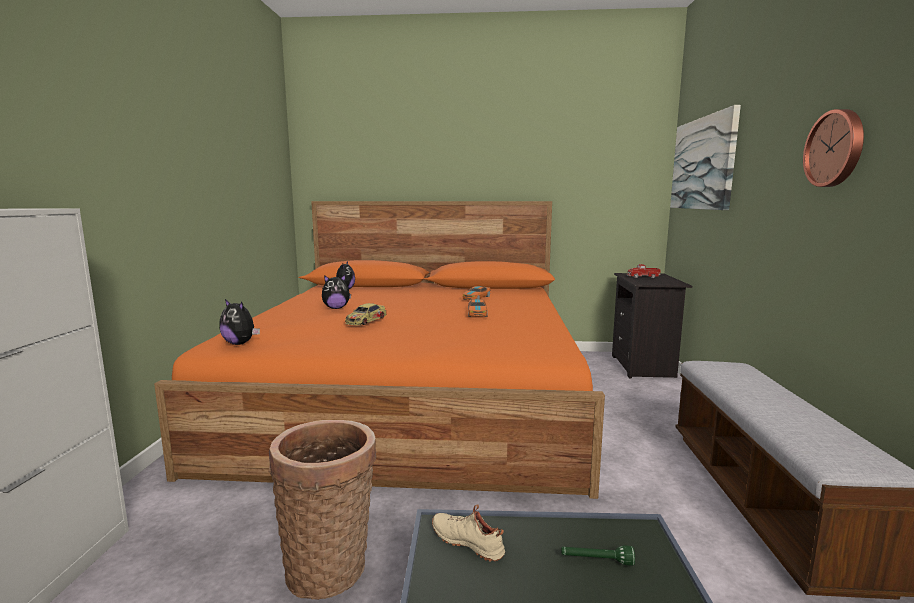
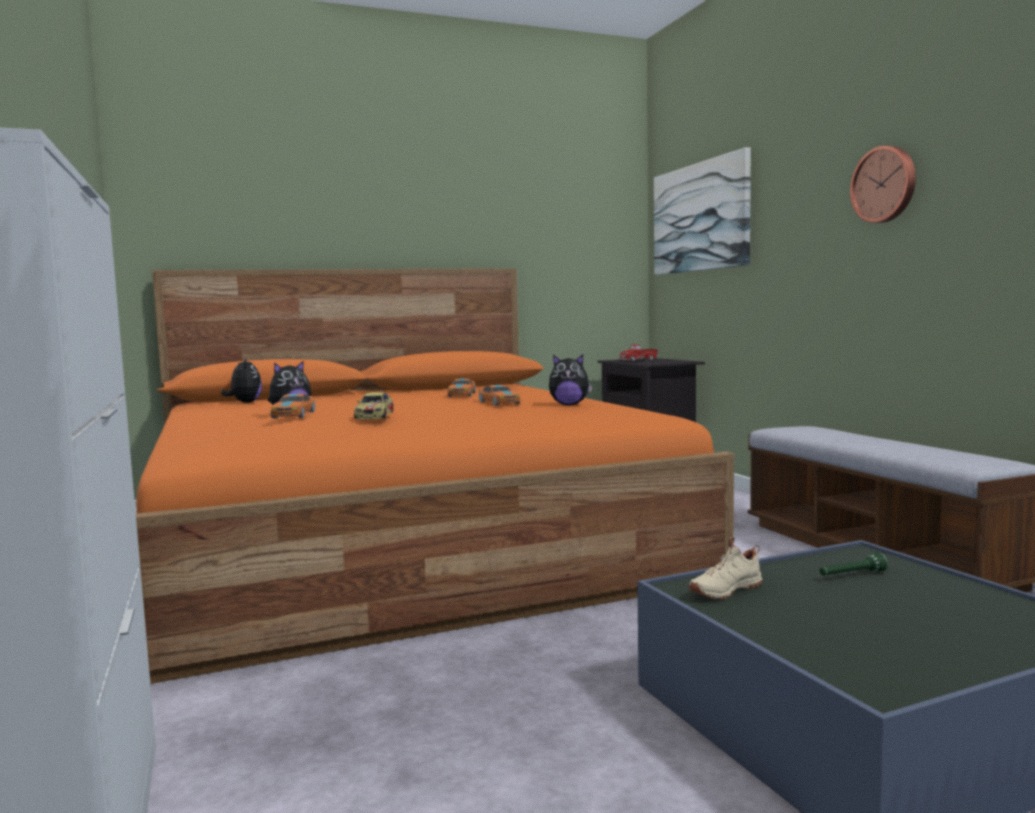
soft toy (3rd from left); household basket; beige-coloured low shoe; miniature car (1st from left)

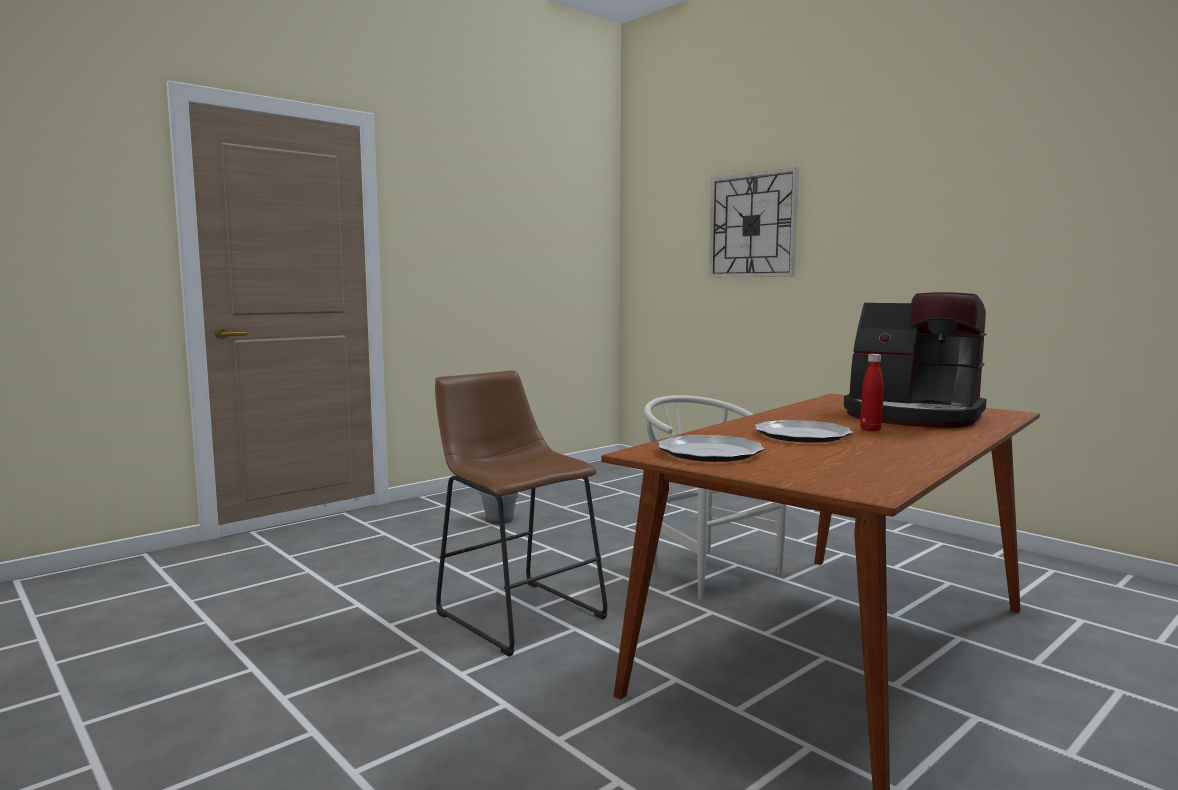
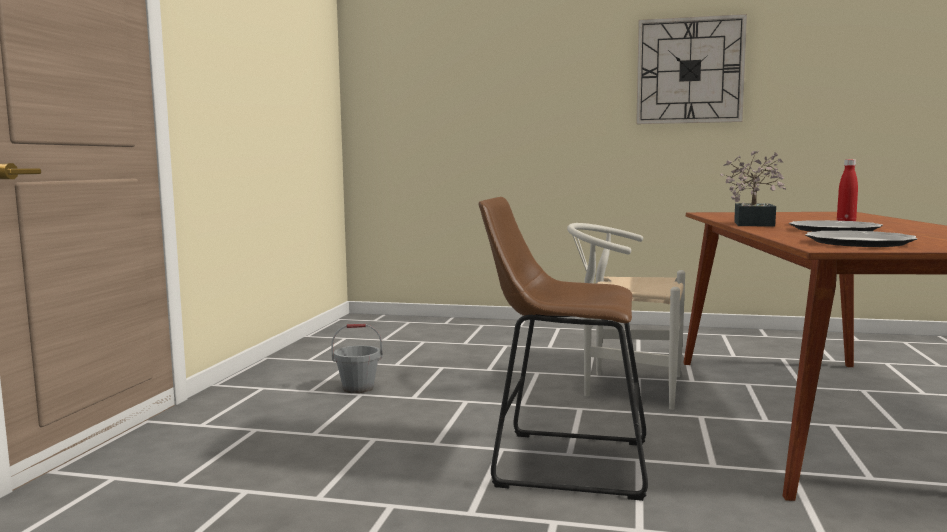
clock on the wall; coffee maker; plant in a pot

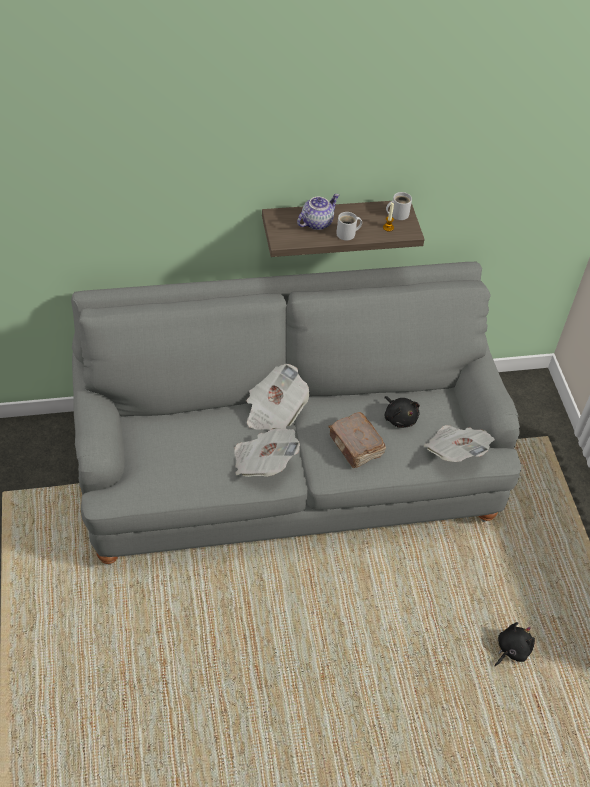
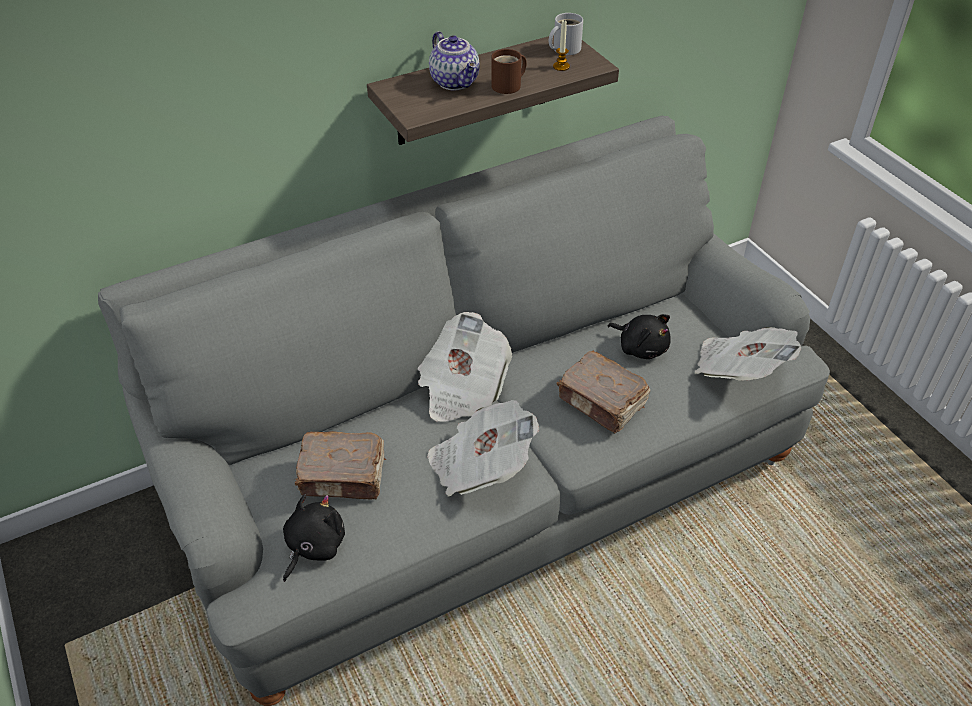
tea pot; brown-coloured coffee mug; blackish soft toy (1st from left); brown-coloured bound book (1st from left)

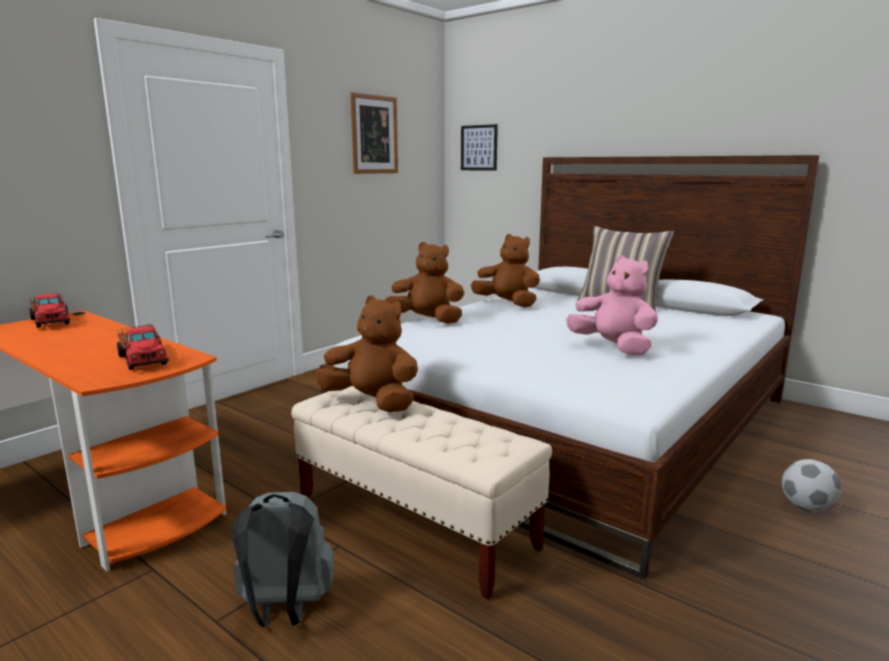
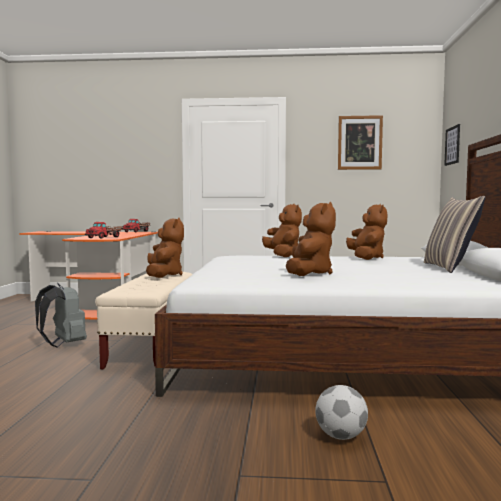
brown-coloured soft toy (3rd from left)

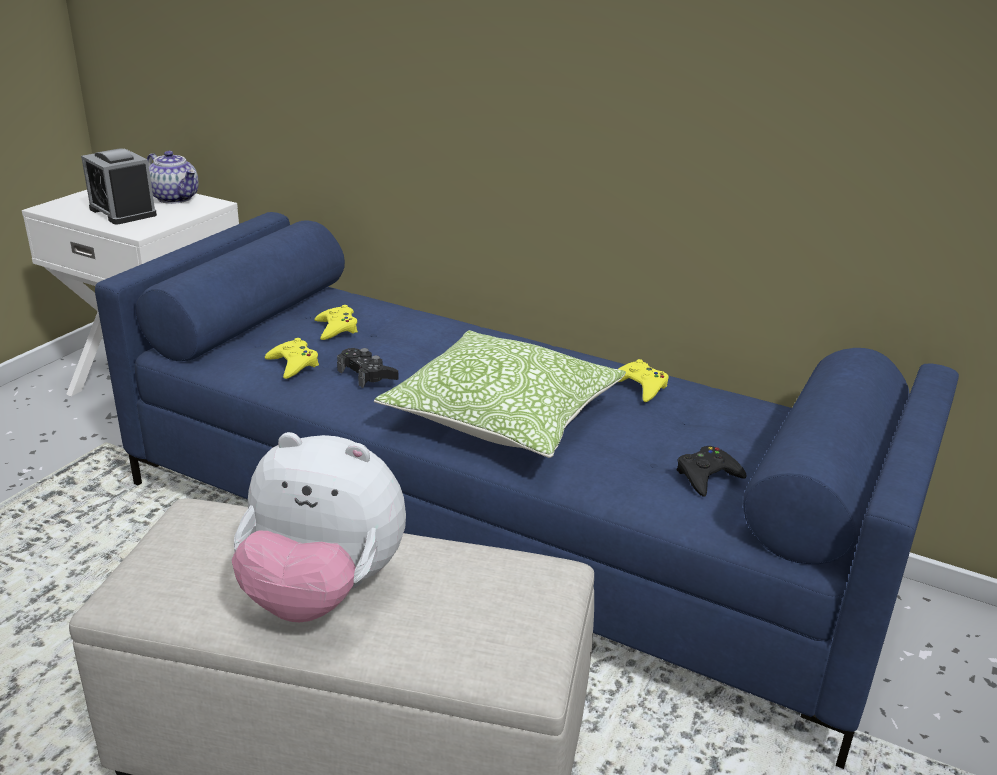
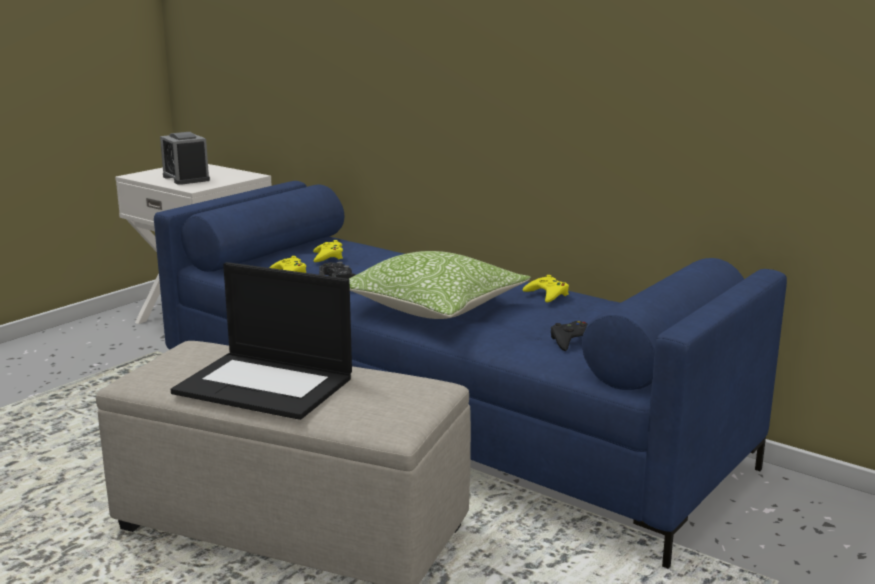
tea pot; portable computer

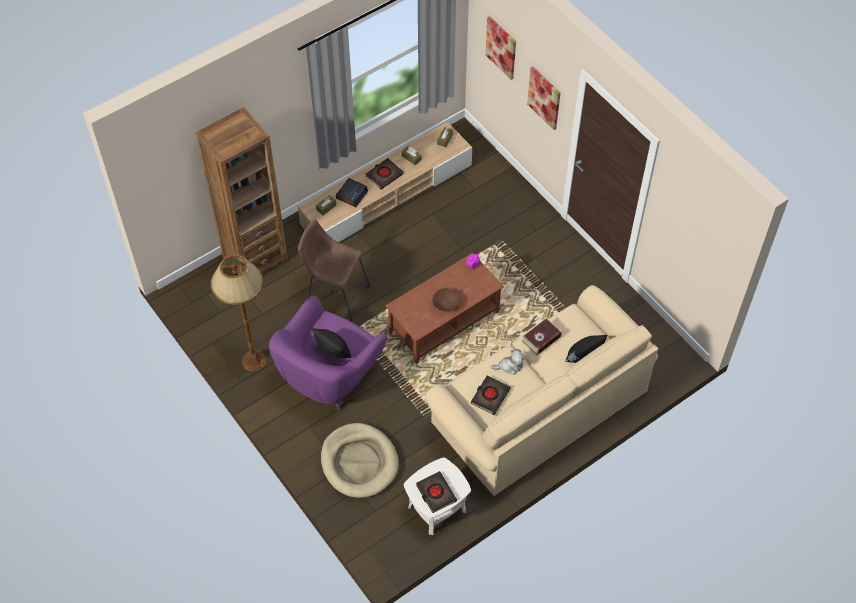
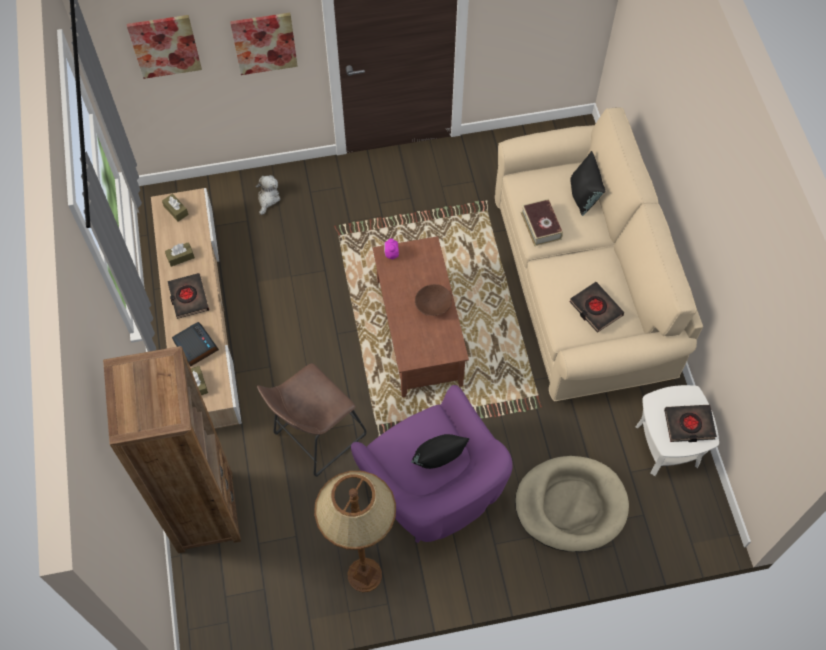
soft toy

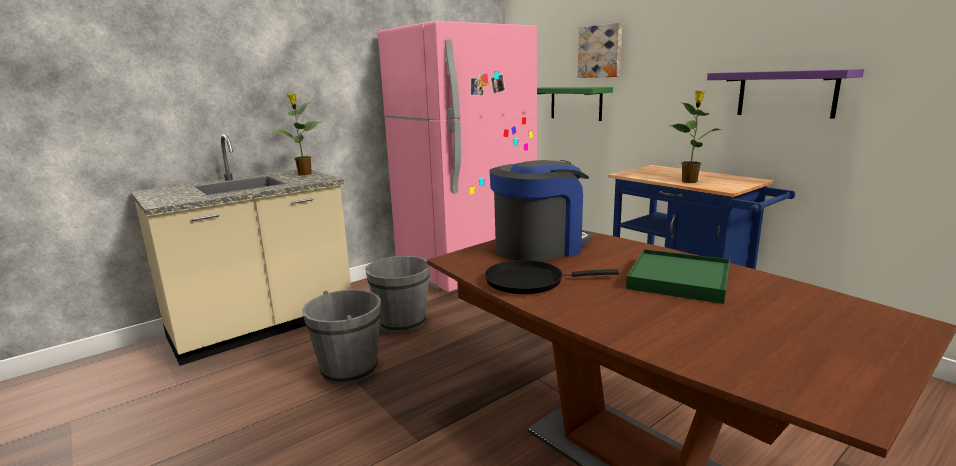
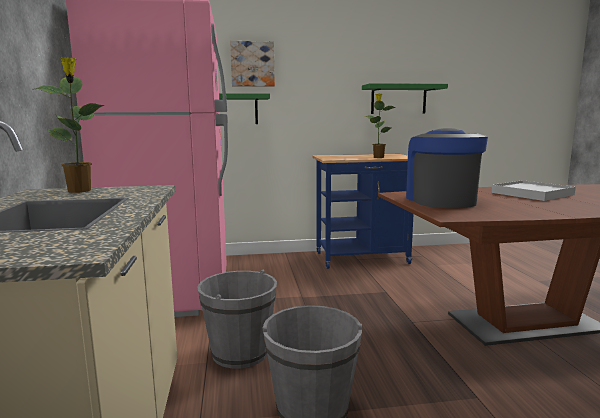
blackish pan; white tray; green shelf (2nd from left)

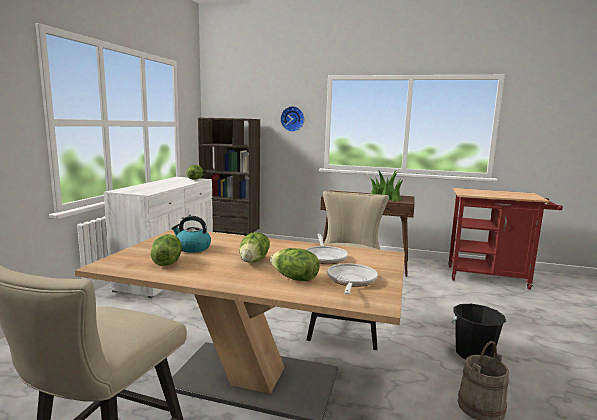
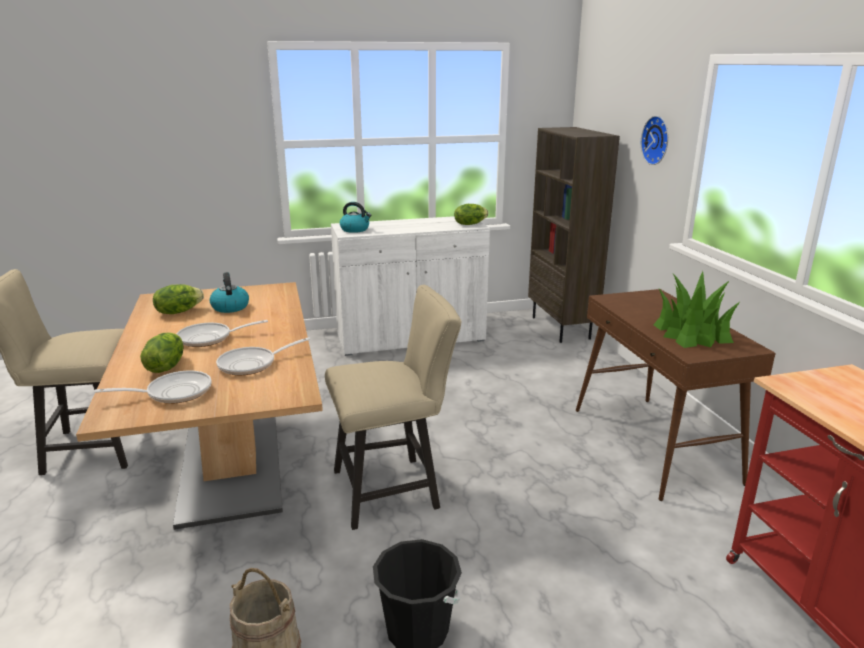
pan (2nd from left); water kettle (2nd from left)

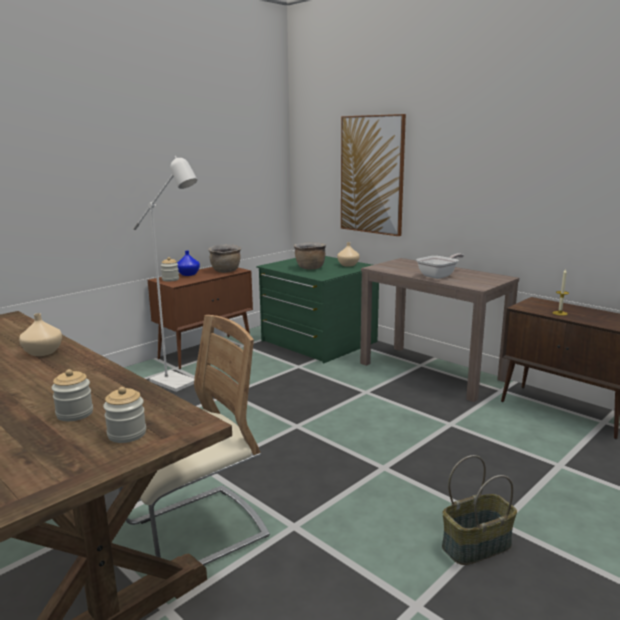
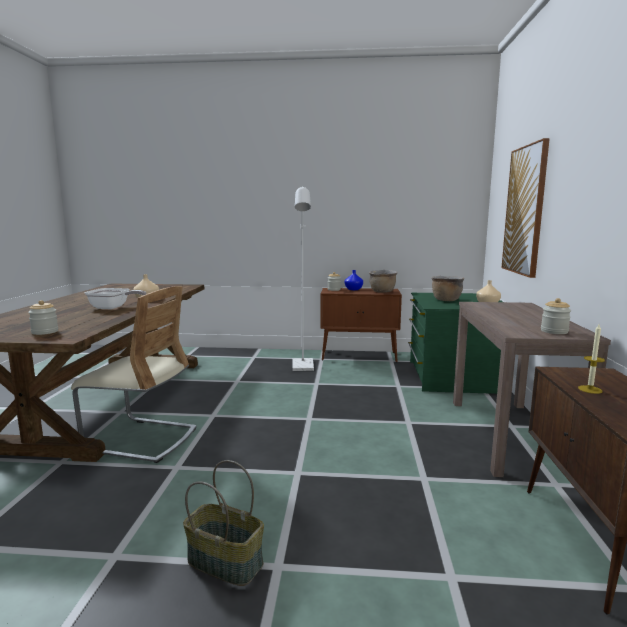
storage jar (3rd from left); pan

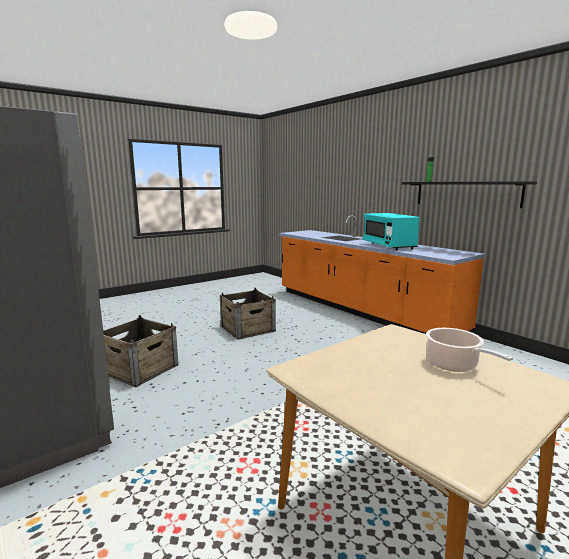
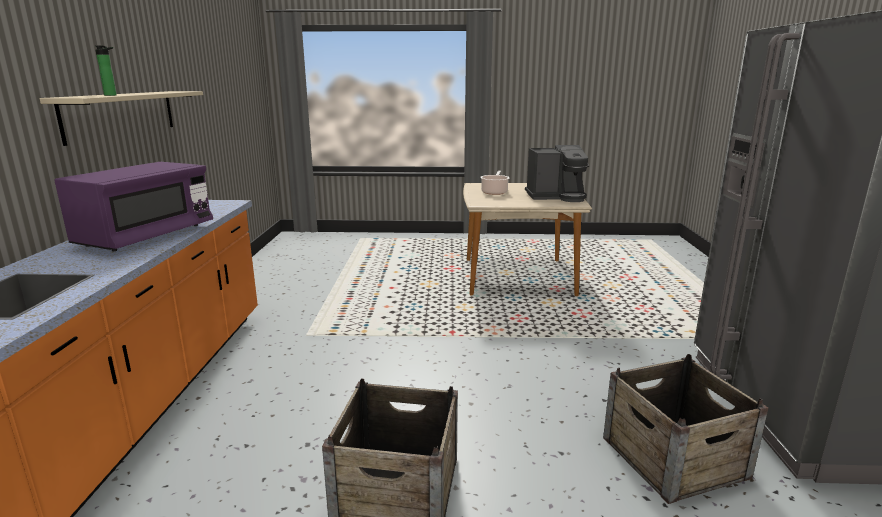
purple kitchen microwave; beige-coloured shelf; coffee maker

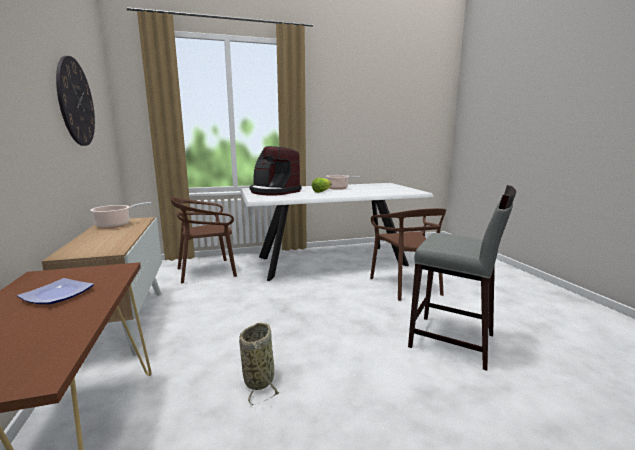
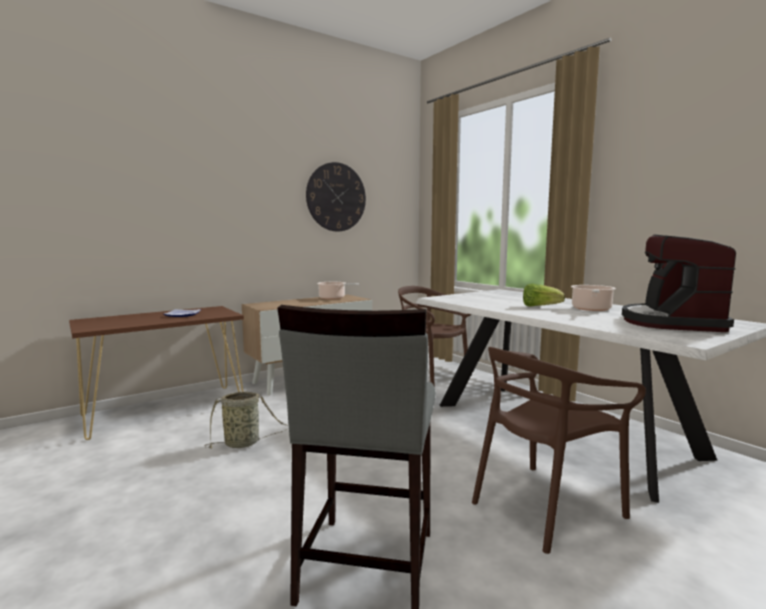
coffee maker

